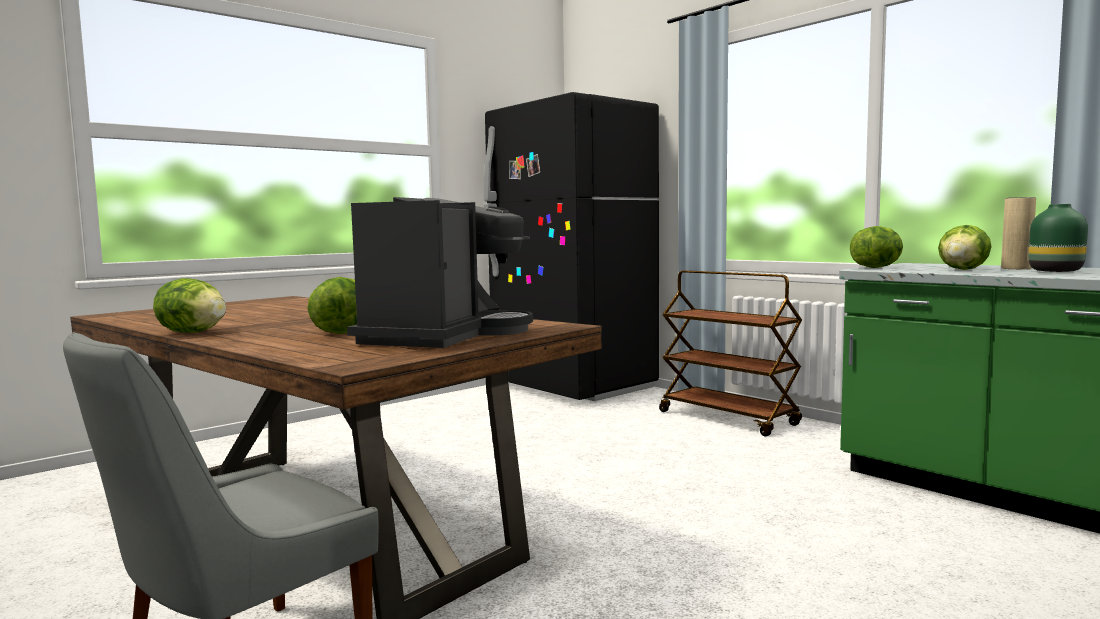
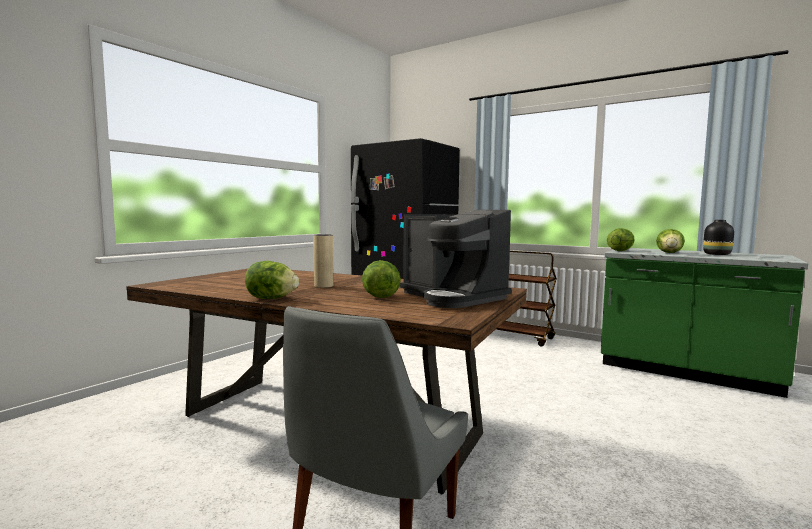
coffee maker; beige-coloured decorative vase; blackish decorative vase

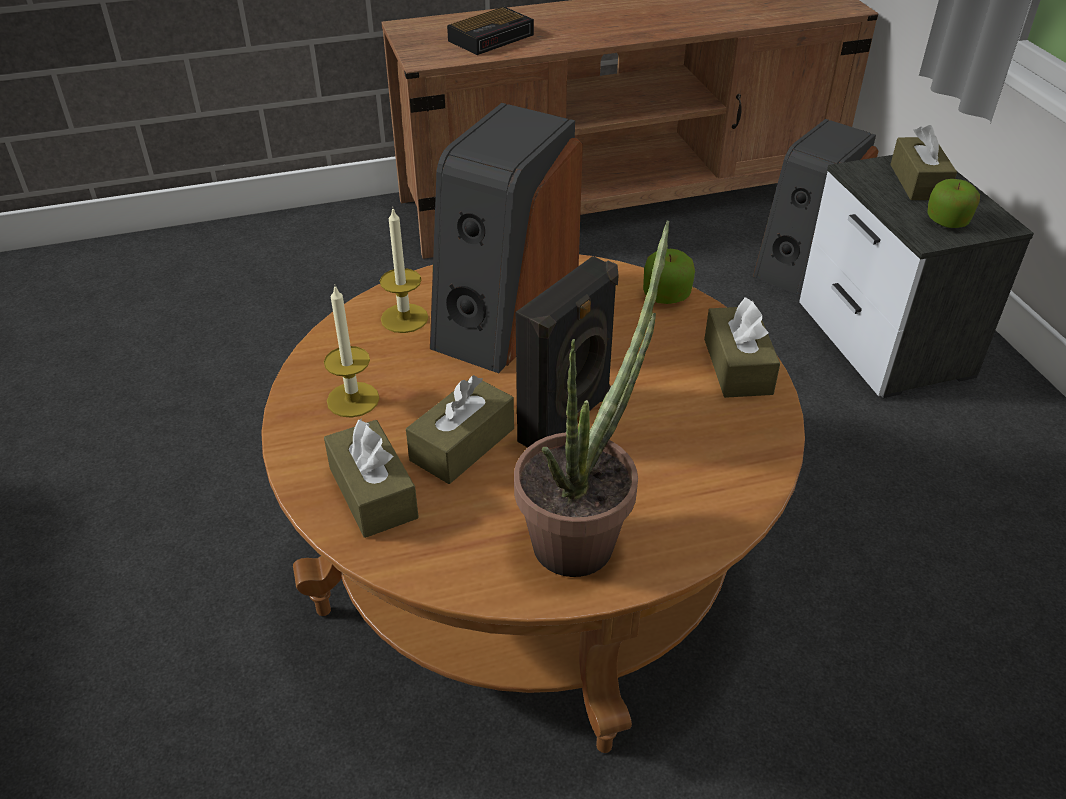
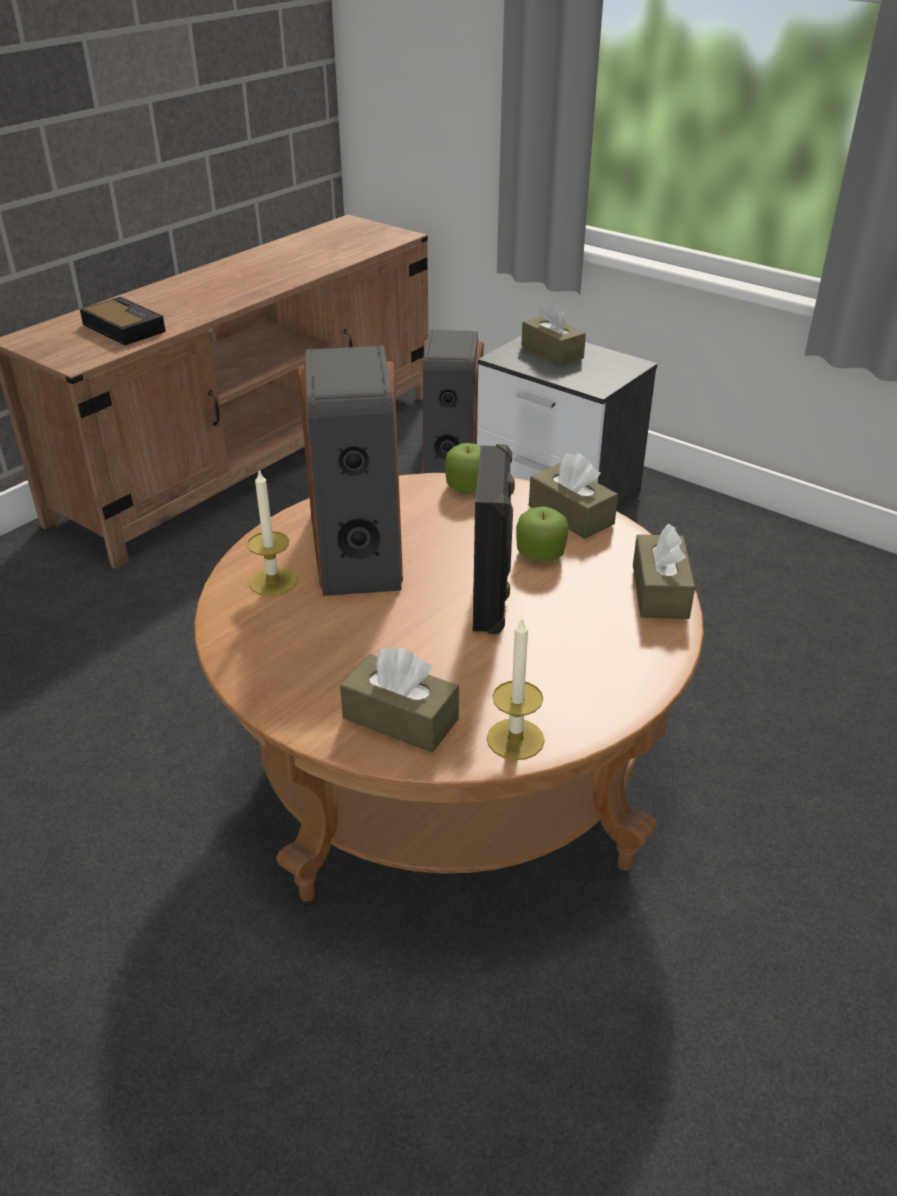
wax candle (2nd from left); brown-coloured box of tissues (4th from left); alarm clock; plant in a pot; apple fruit (2nd from left)

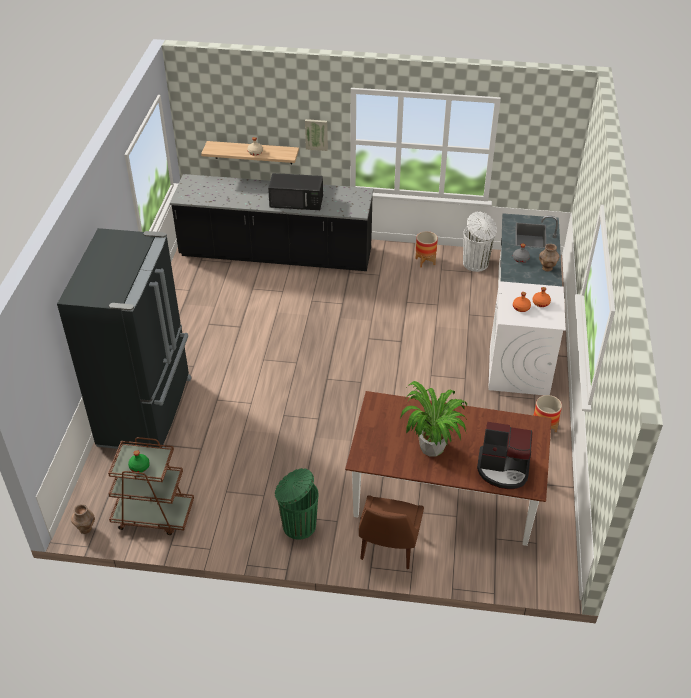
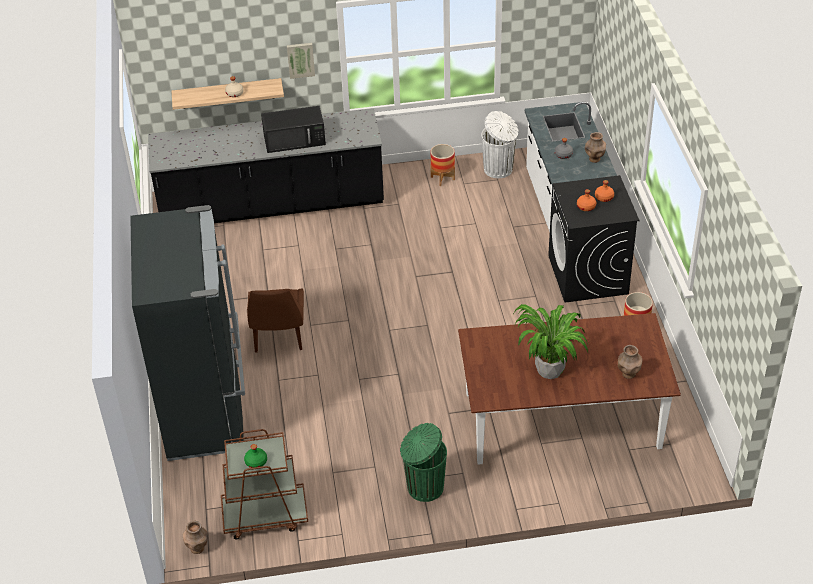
brown-coloured plain chair; brown-coloured decorative vase (3rd from left); blackish laundry appliance

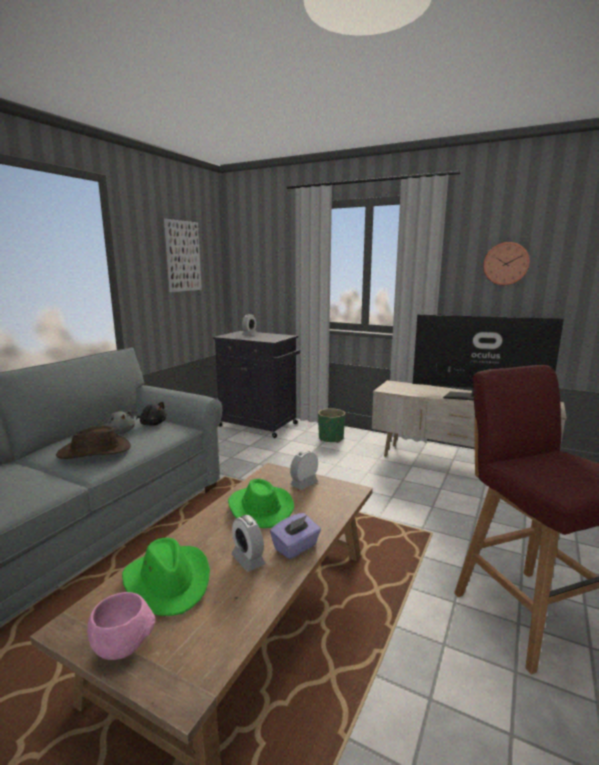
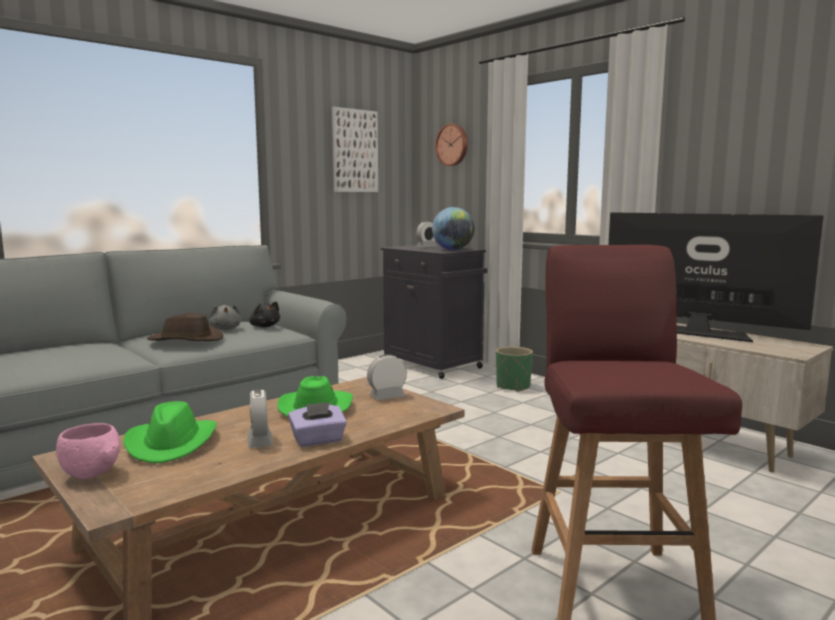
clock on the wall; world globe

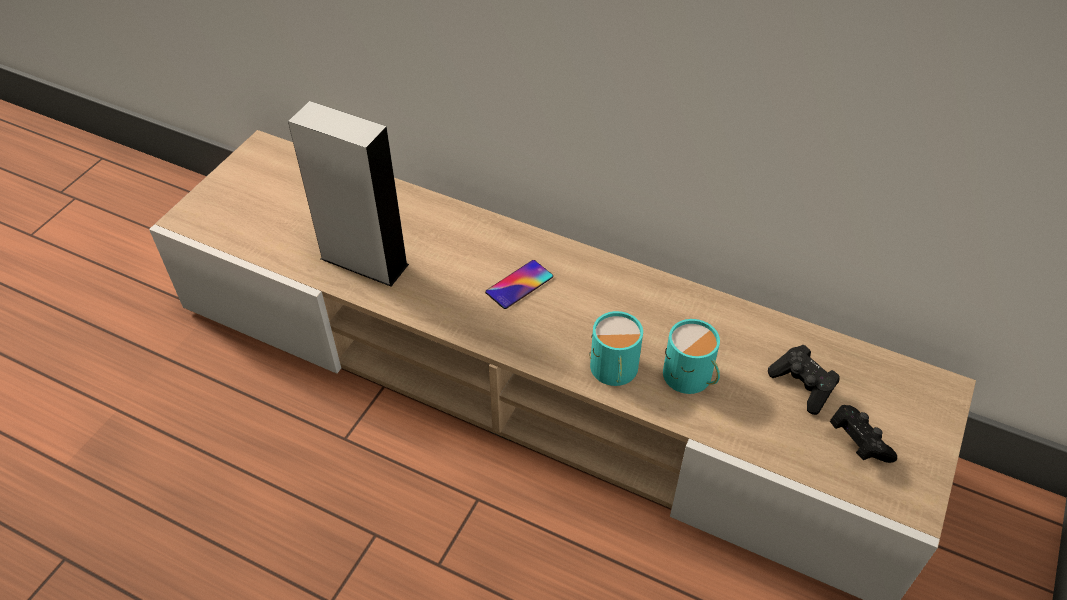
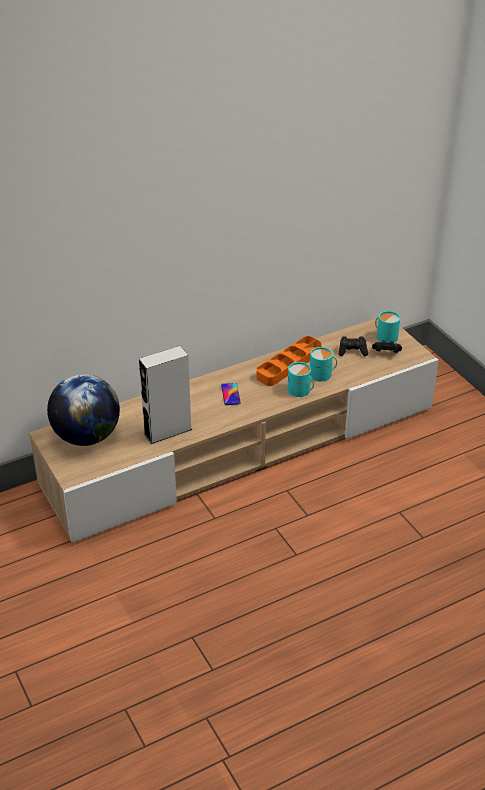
world globe; orange tray; turquoise coffee mug (3rd from left)

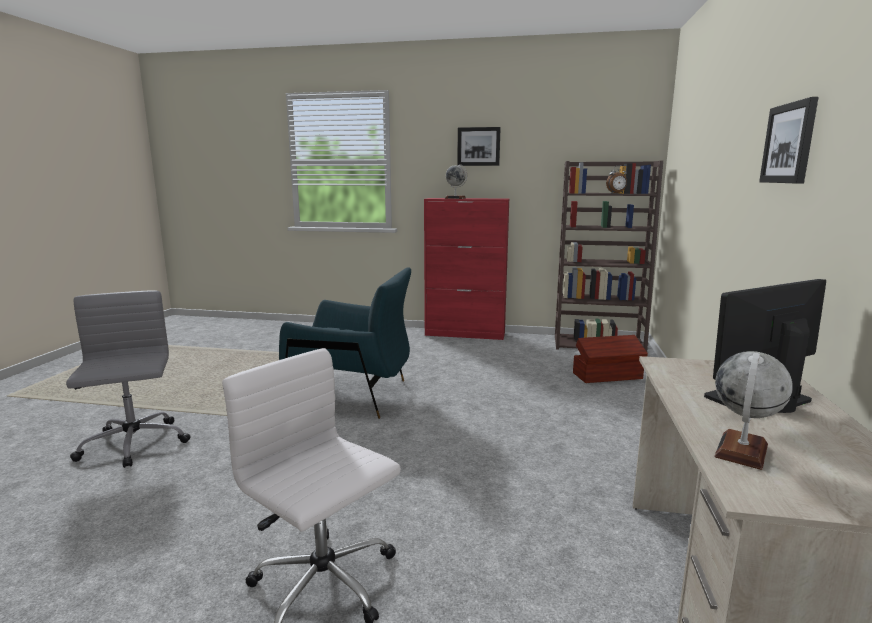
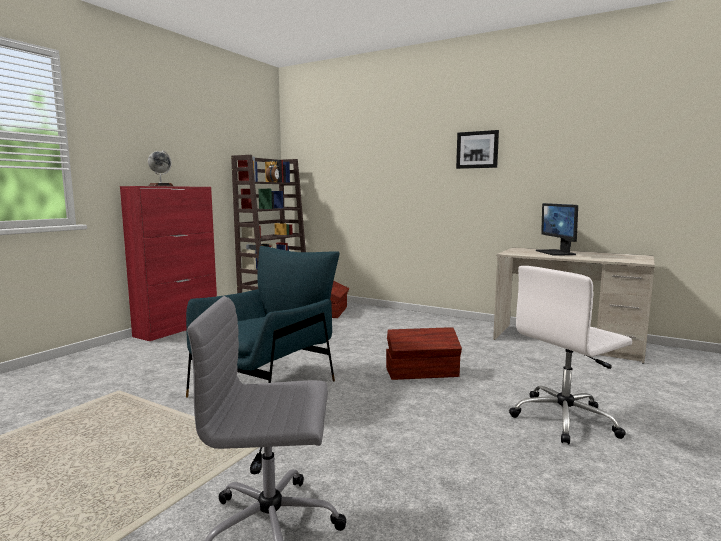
wall art (1st from left in the first image); world globe (2nd from left in the first image); brown-coloured storage bin (2nd from left)

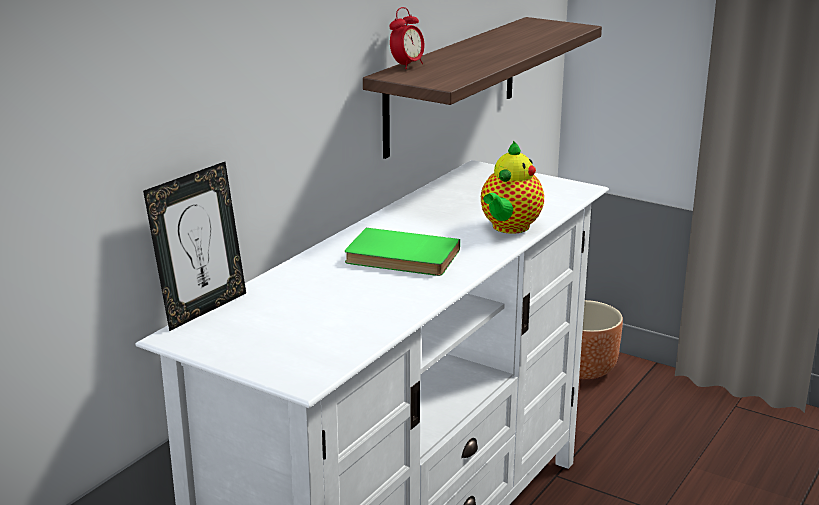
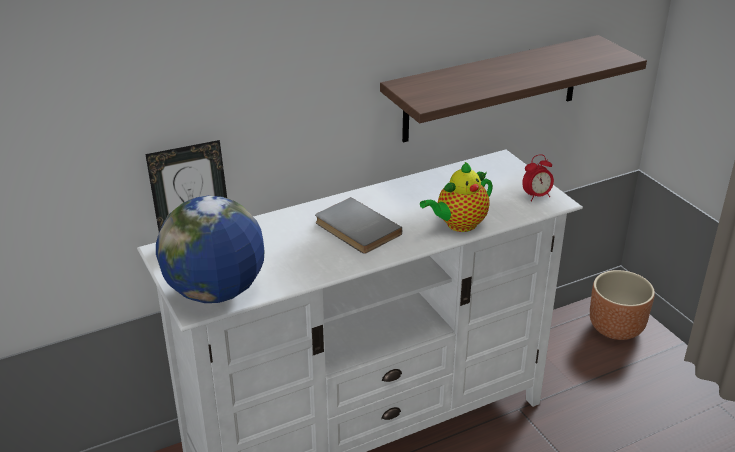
gray bound book; alarm clock; world globe

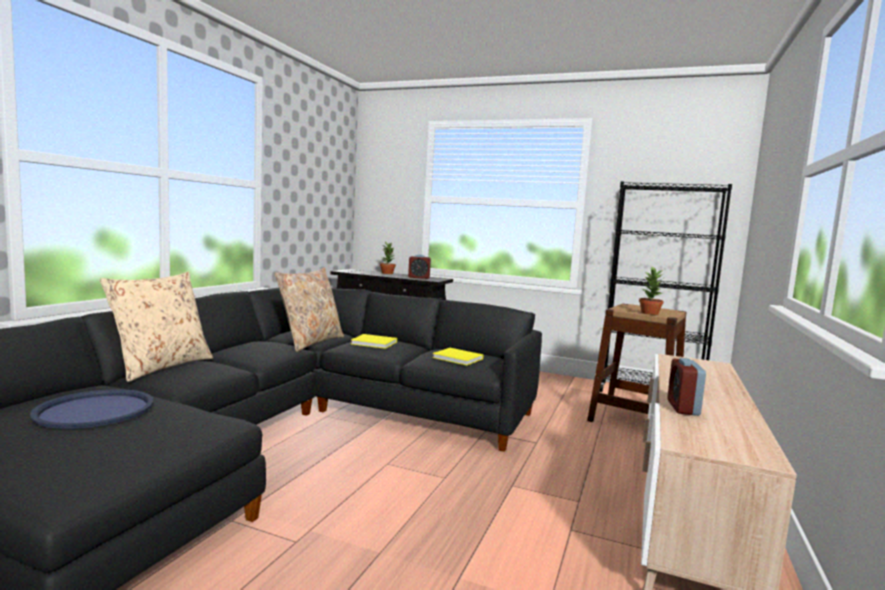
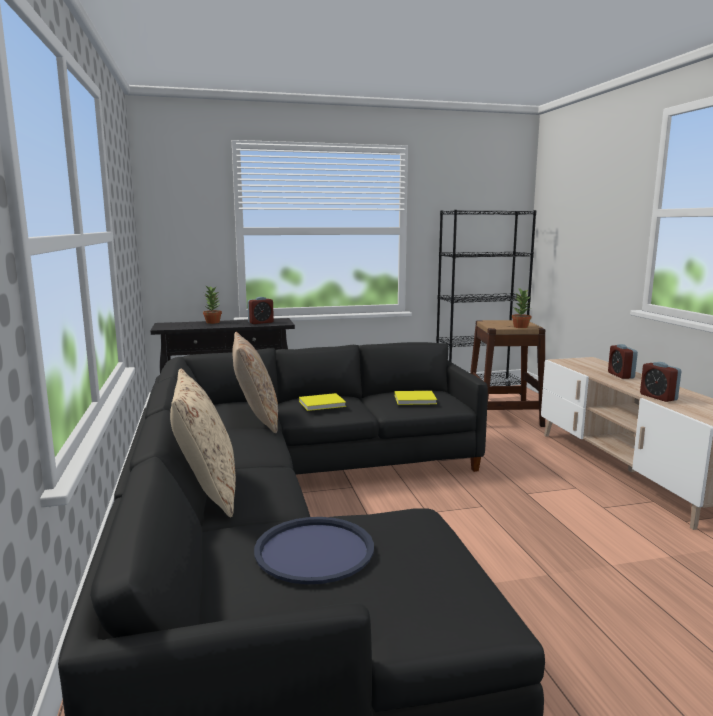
alarm clock (2nd from left)

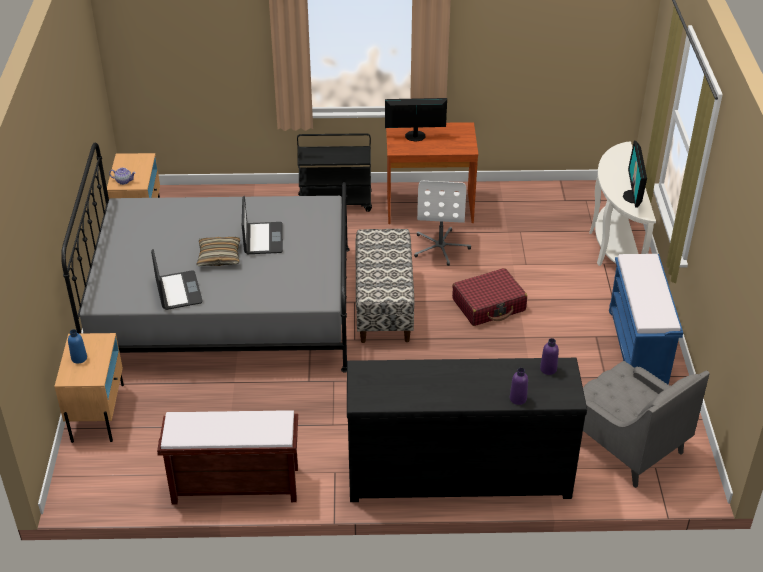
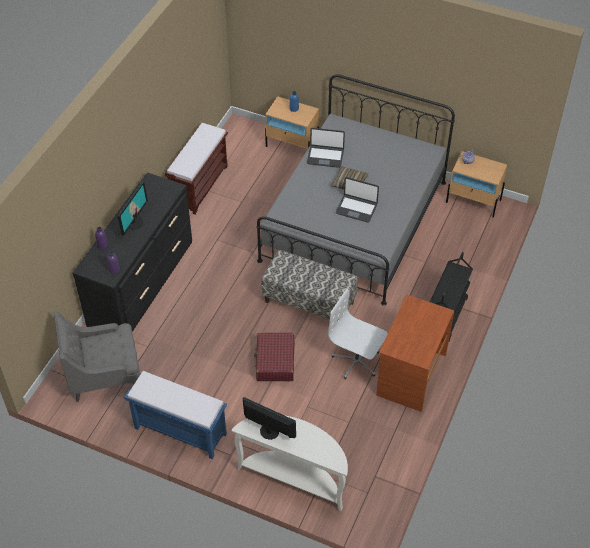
computer display (1st from left)

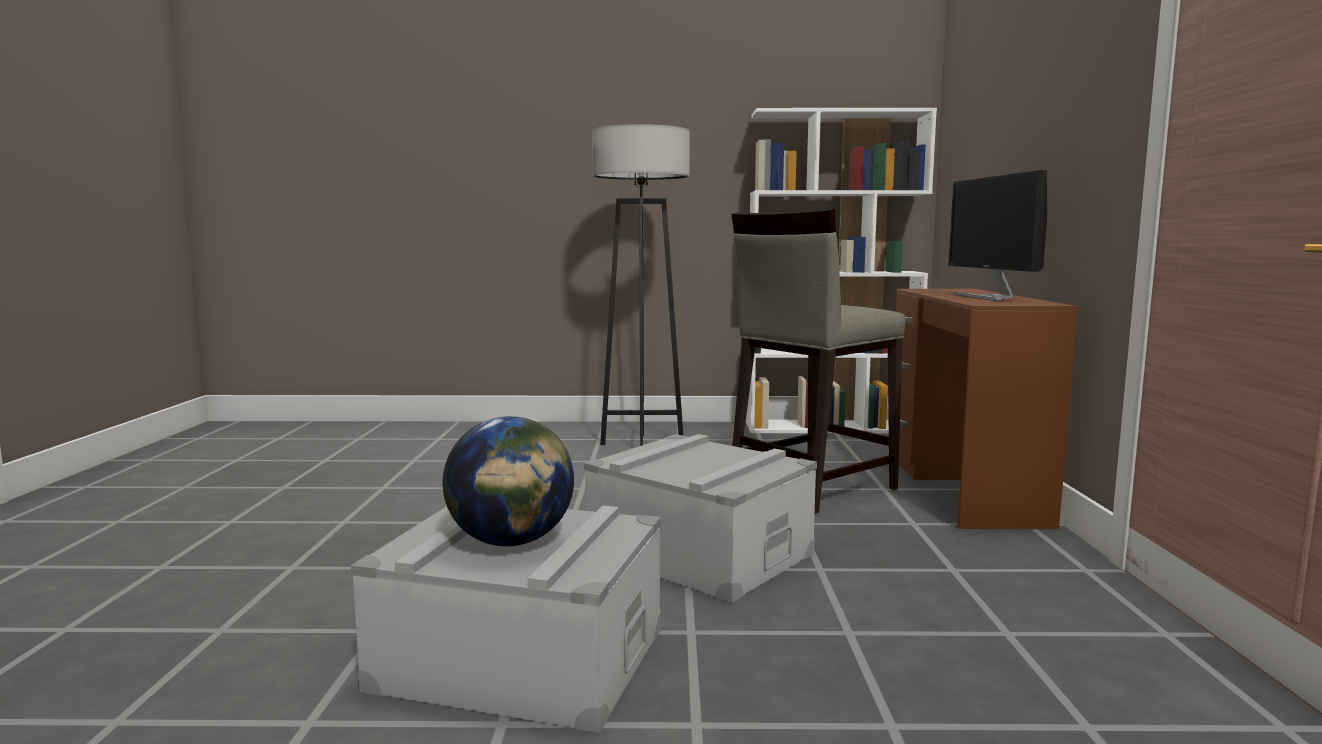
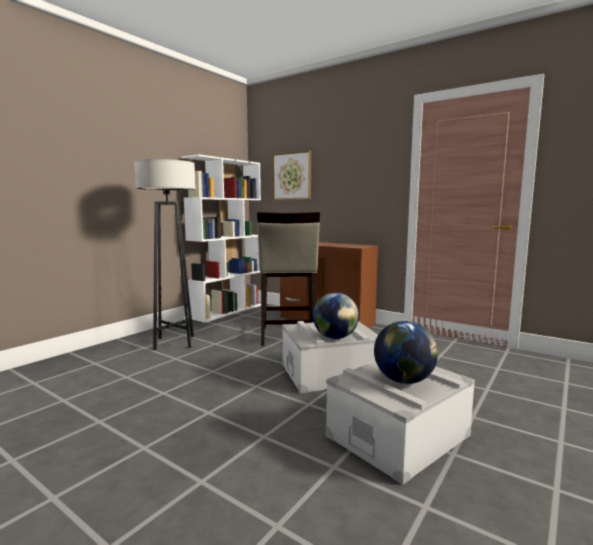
computer display; wall art; world globe (1st from left)

